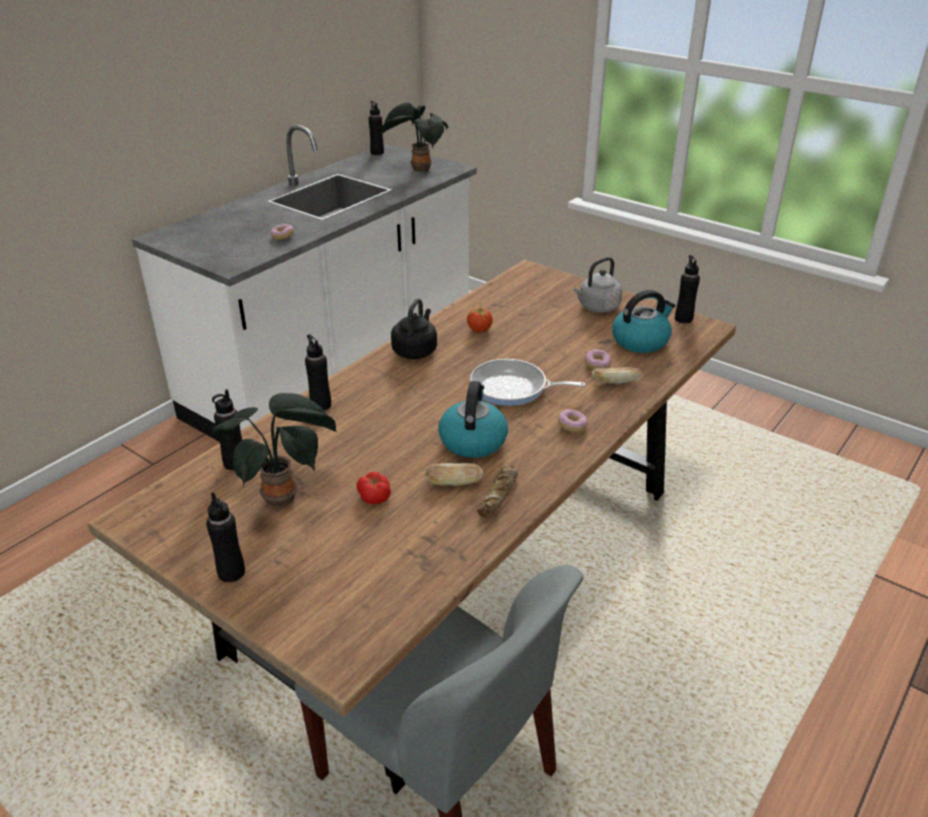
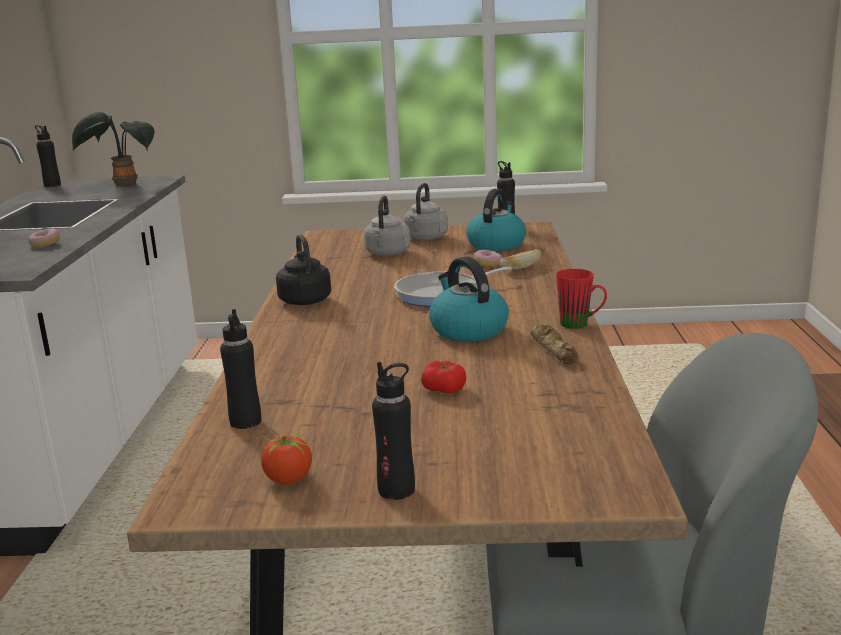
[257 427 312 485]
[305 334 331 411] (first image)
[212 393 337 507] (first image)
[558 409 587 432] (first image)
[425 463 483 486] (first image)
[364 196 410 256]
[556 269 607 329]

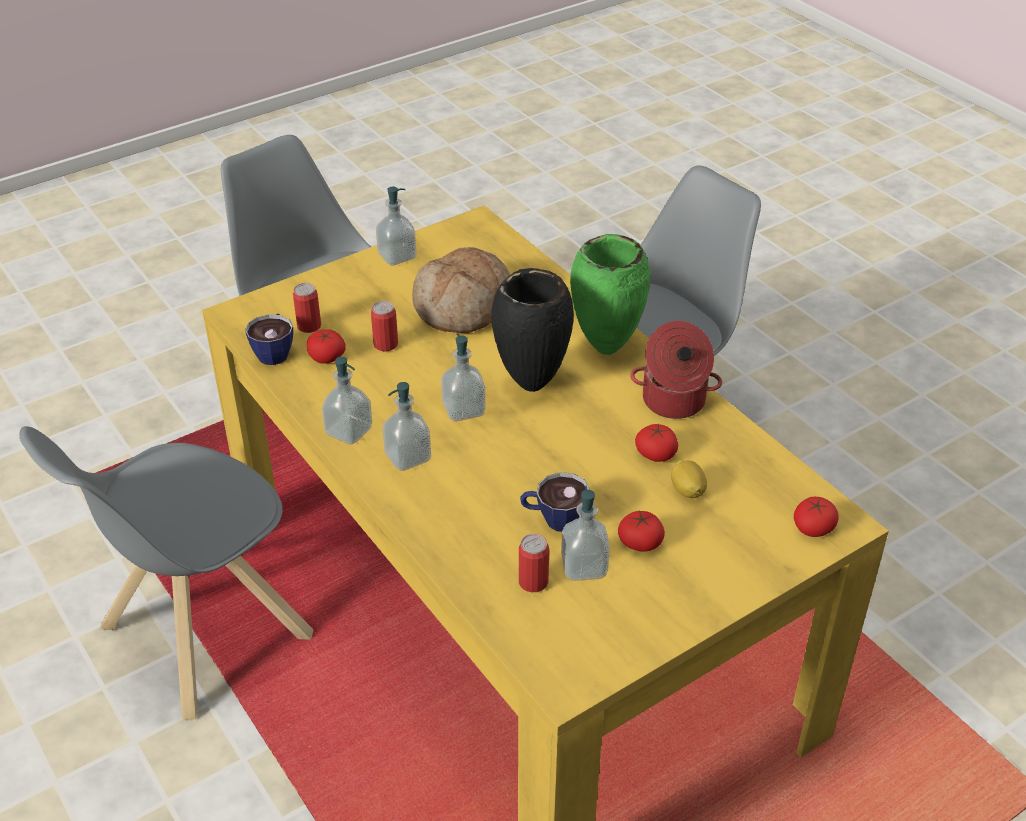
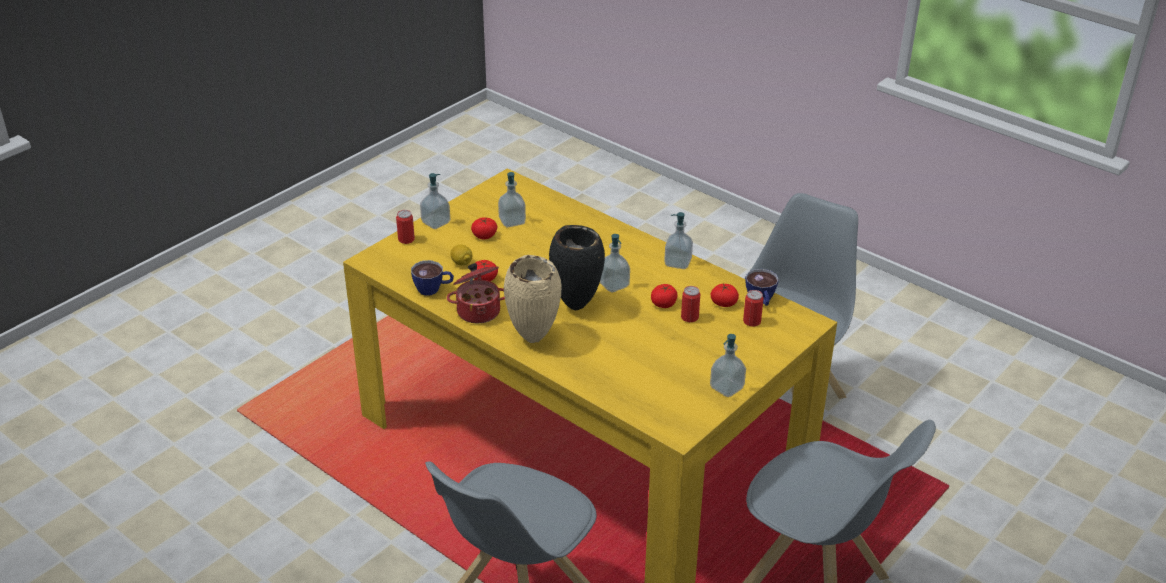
[504 255 562 343]
[412 247 510 333] (first image)
[420 173 450 229]
[411 260 454 296]
[651 284 678 308]
[396 210 415 244]

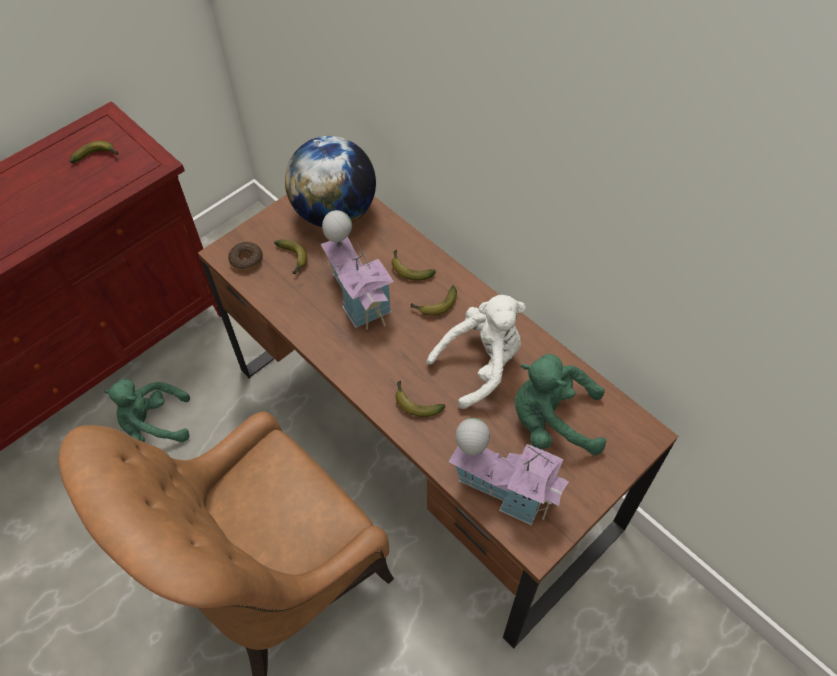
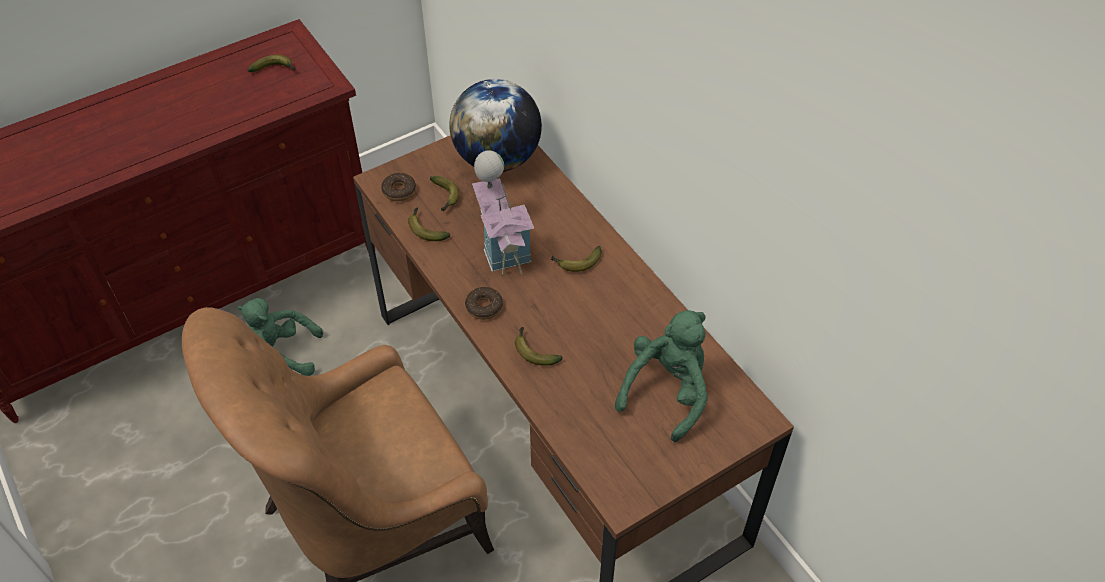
[408 207 450 241]
[427 295 526 409] (first image)
[615 310 708 442]
[449 418 569 525] (first image)
[465 287 503 320]

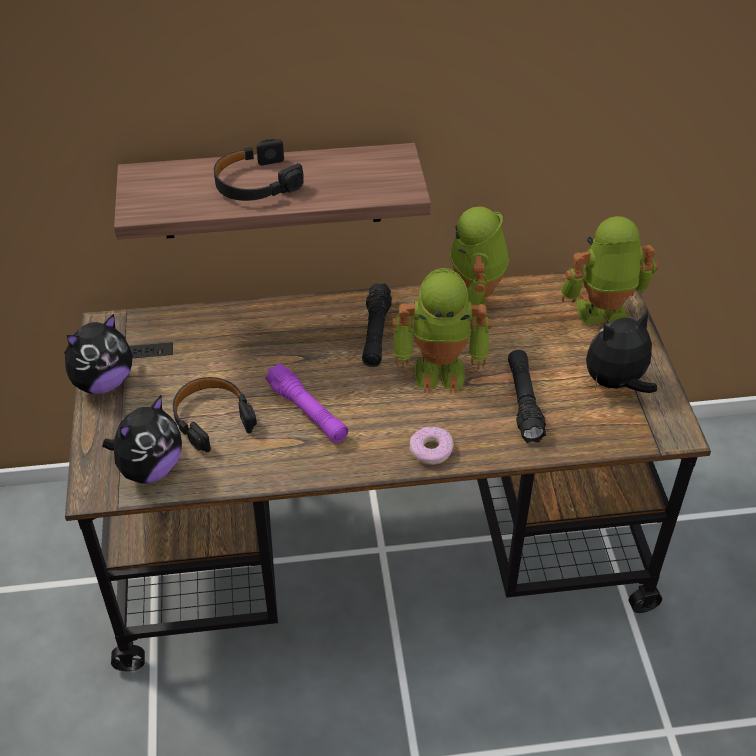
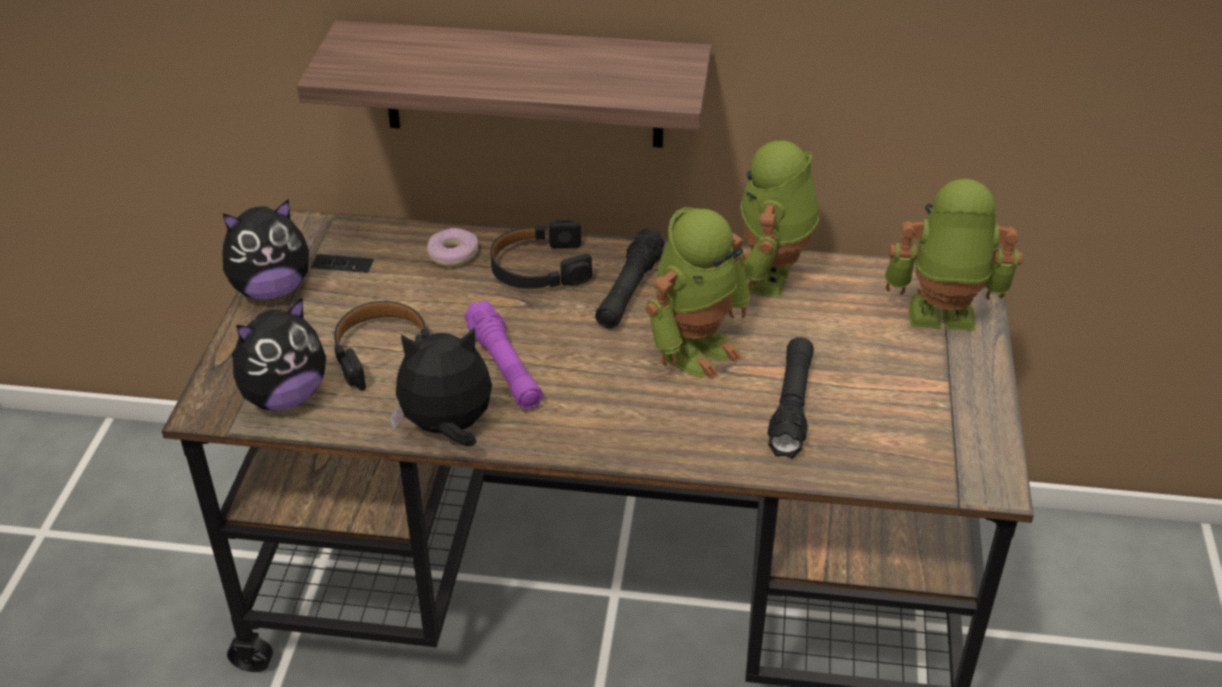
[490 220 592 289]
[646 207 751 379]
[389 327 492 446]
[427 228 478 267]

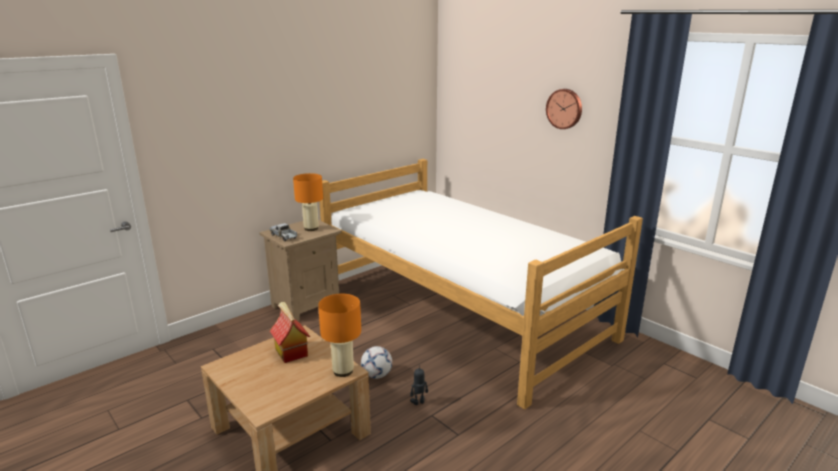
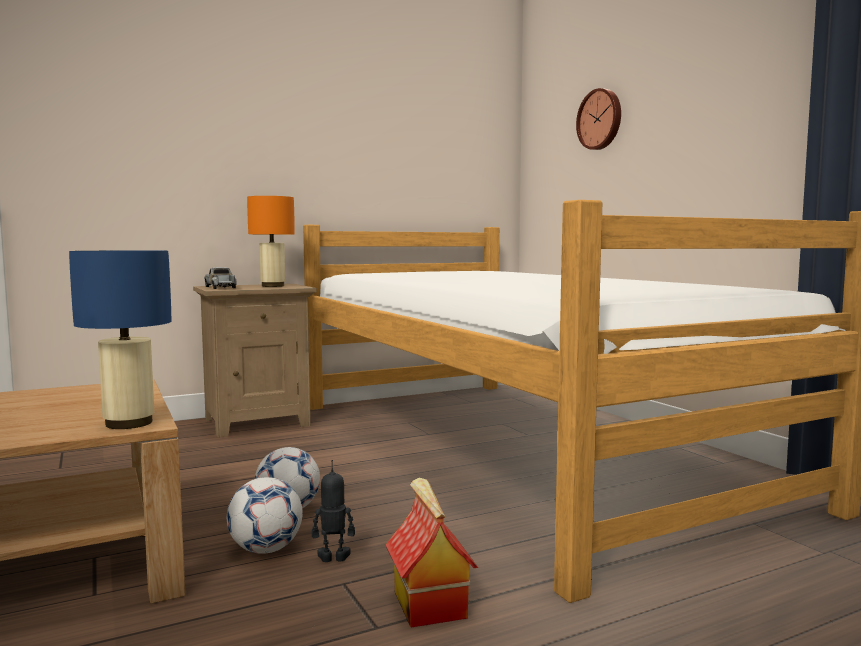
[576 88 621 150]
[69 250 171 429]
[385 477 478 628]
[227 477 303 554]

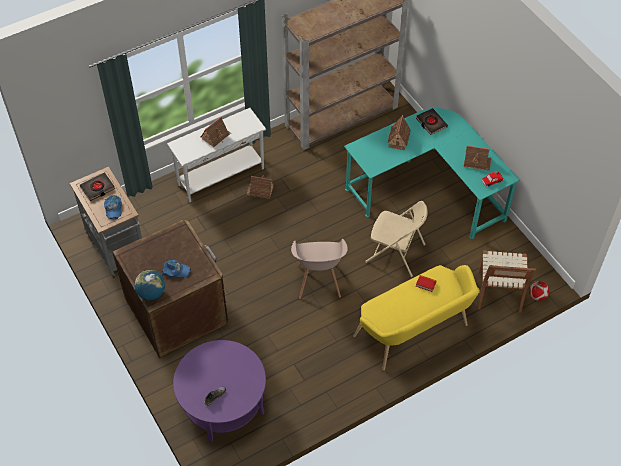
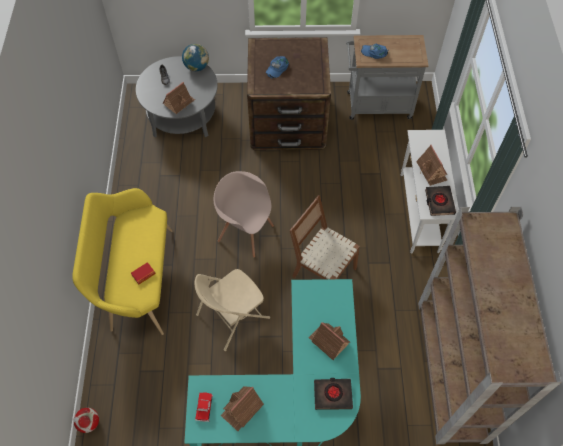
[425 186 456 216]
[163 82 195 114]
[290 195 360 279]
[182 44 209 71]
[136 56 218 138]

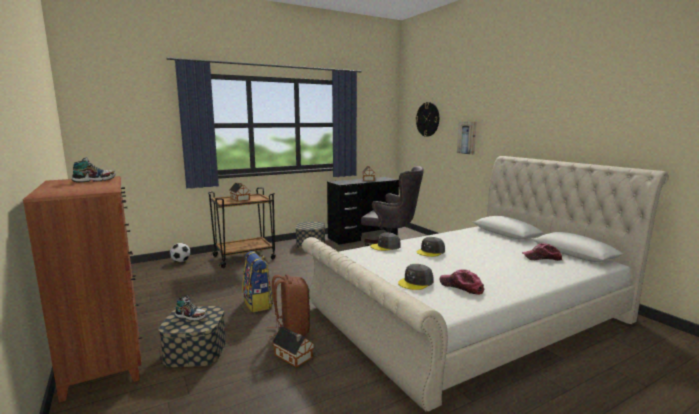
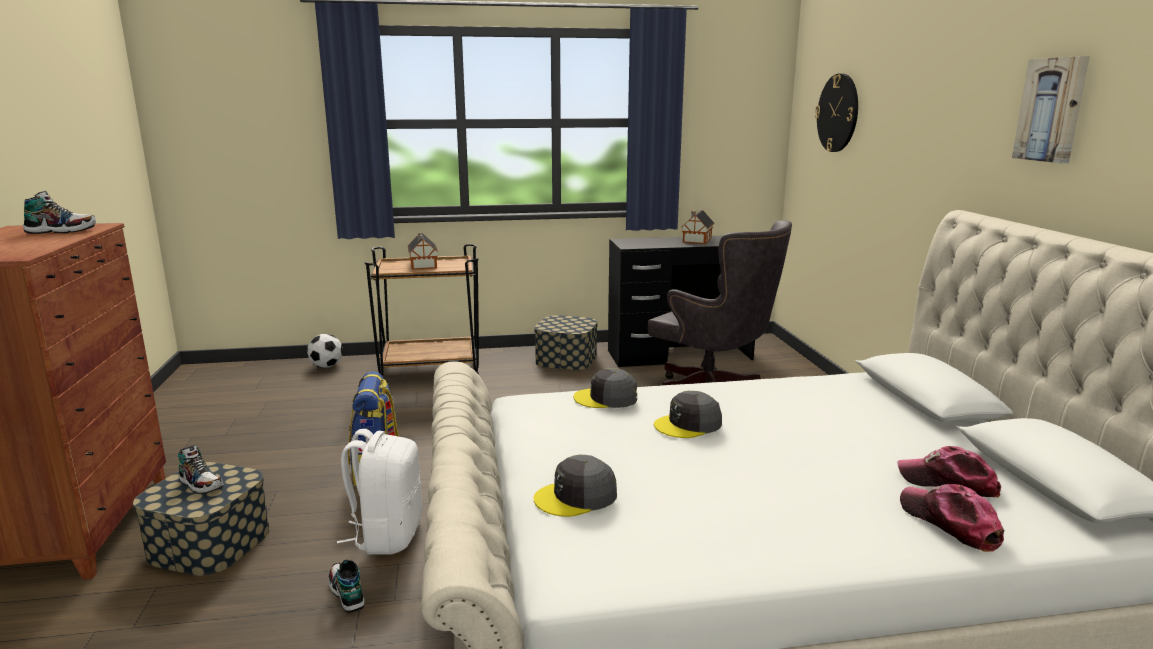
[1012 56 1090 163]
[900 484 1004 552]
[337 429 422 555]
[328 560 365 613]

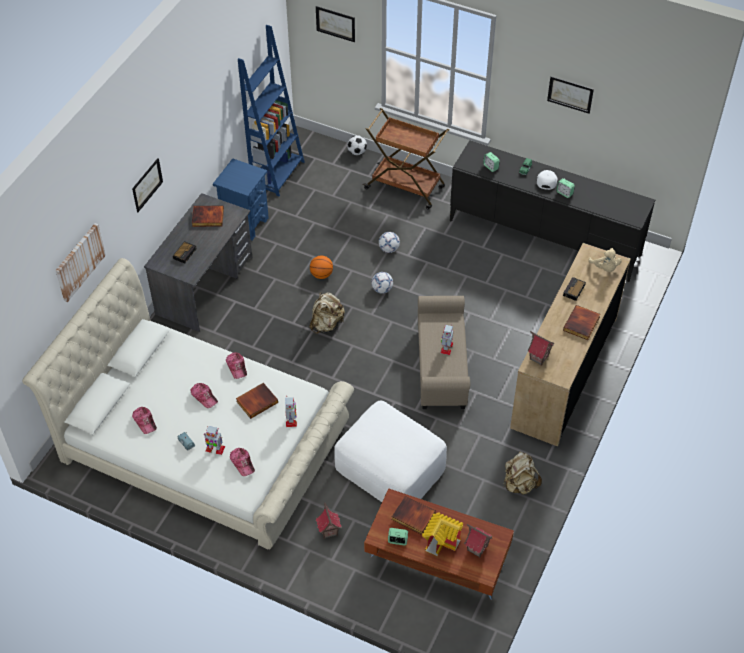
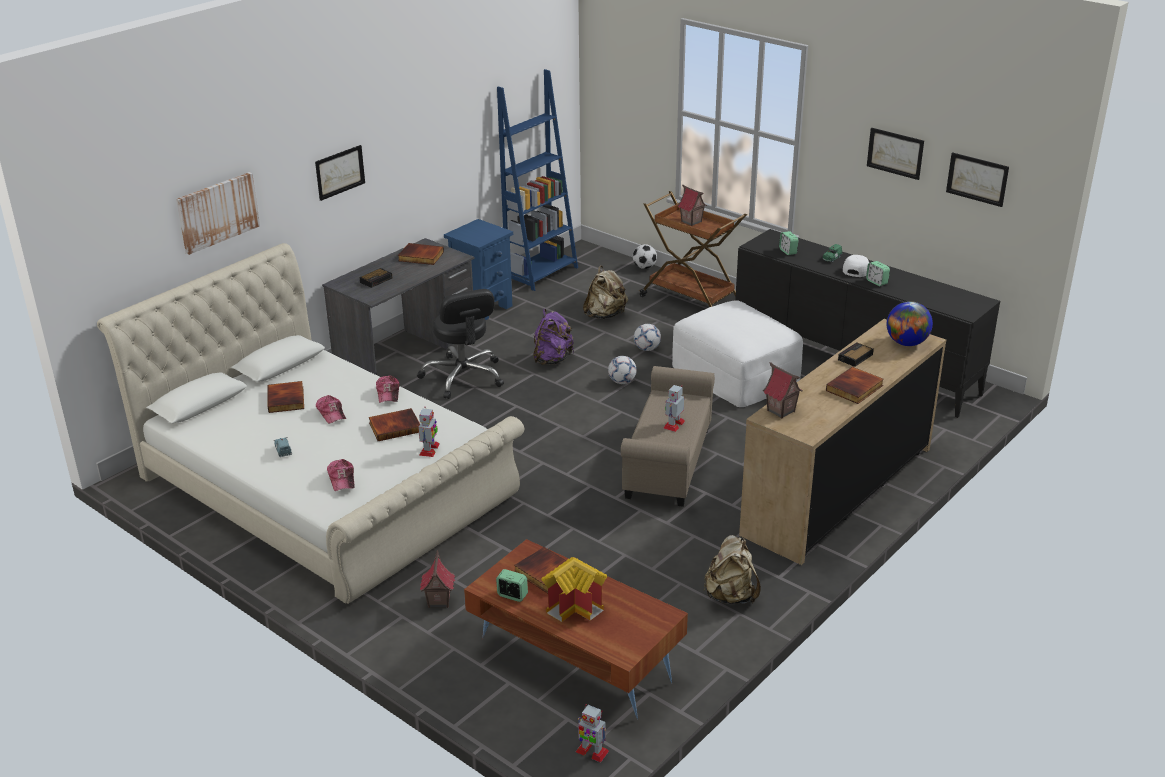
[946 152 1009 207]
[887 301 933 346]
[533 309 574 365]
[583 265 628 319]
[672 301 803 407]
[132 407 157 434] (first image)
[576 704 609 762]
[677 184 707 226]
[417 289 504 399]
[268 381 304 413]

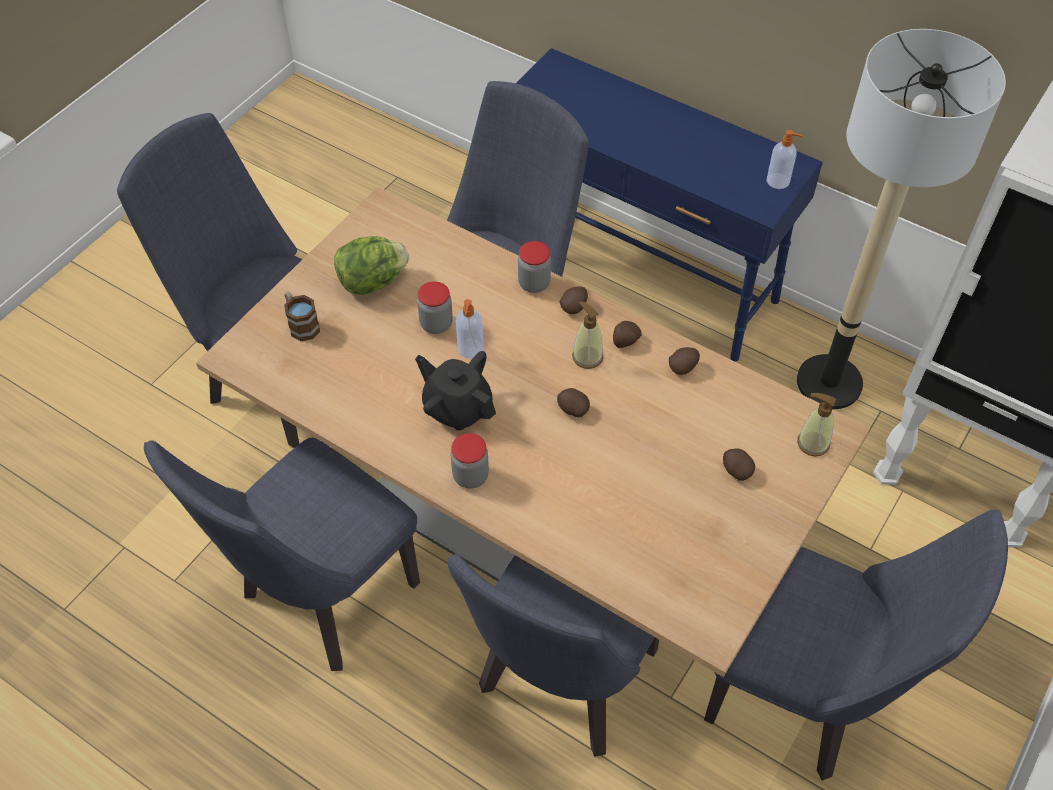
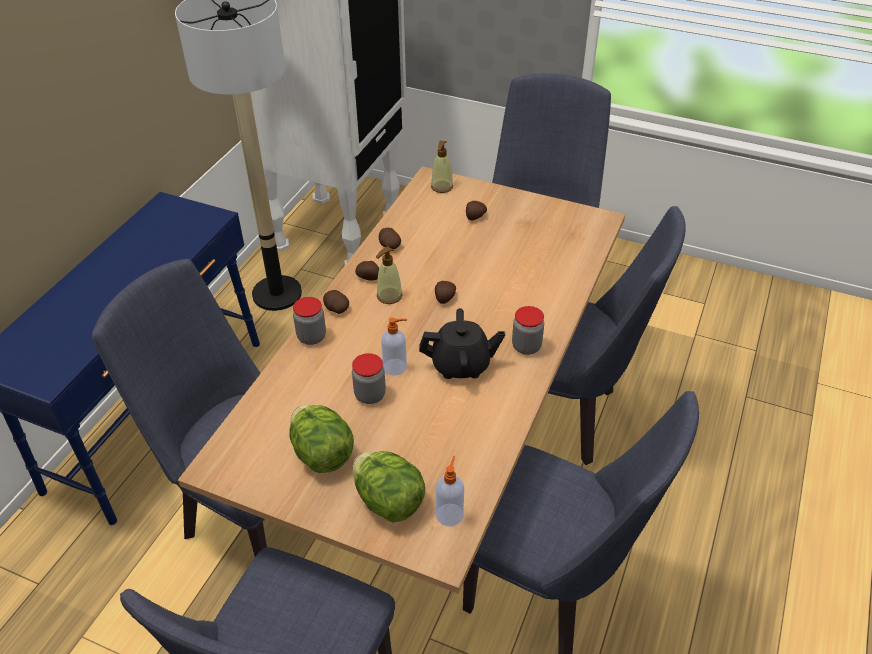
[436 455 464 526]
[352 451 425 523]
[419 308 505 379]

